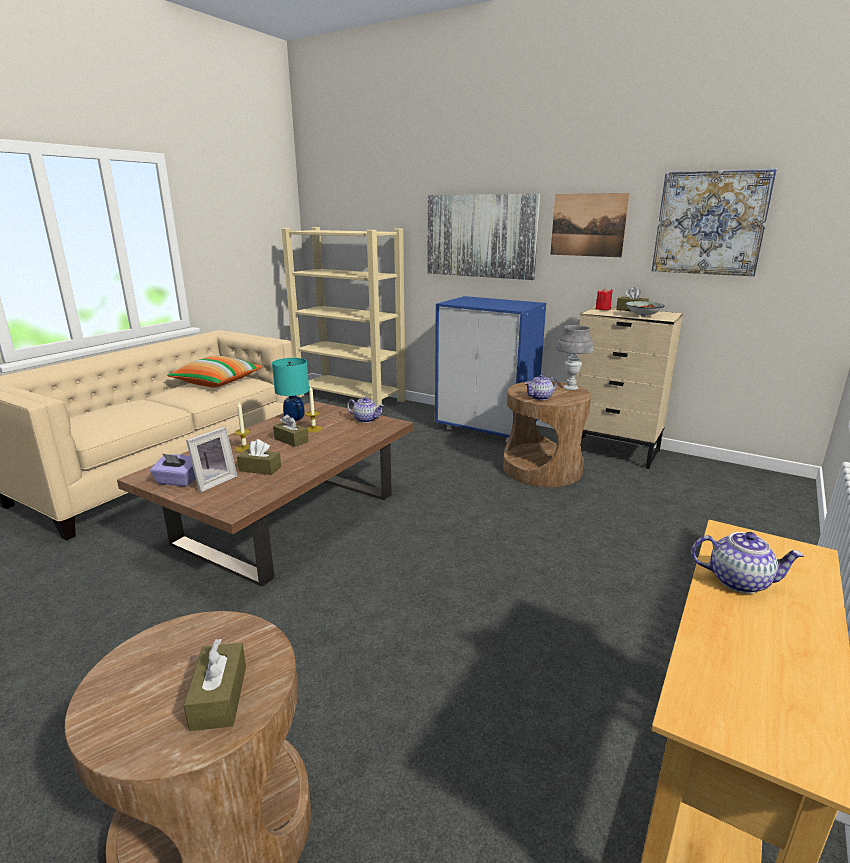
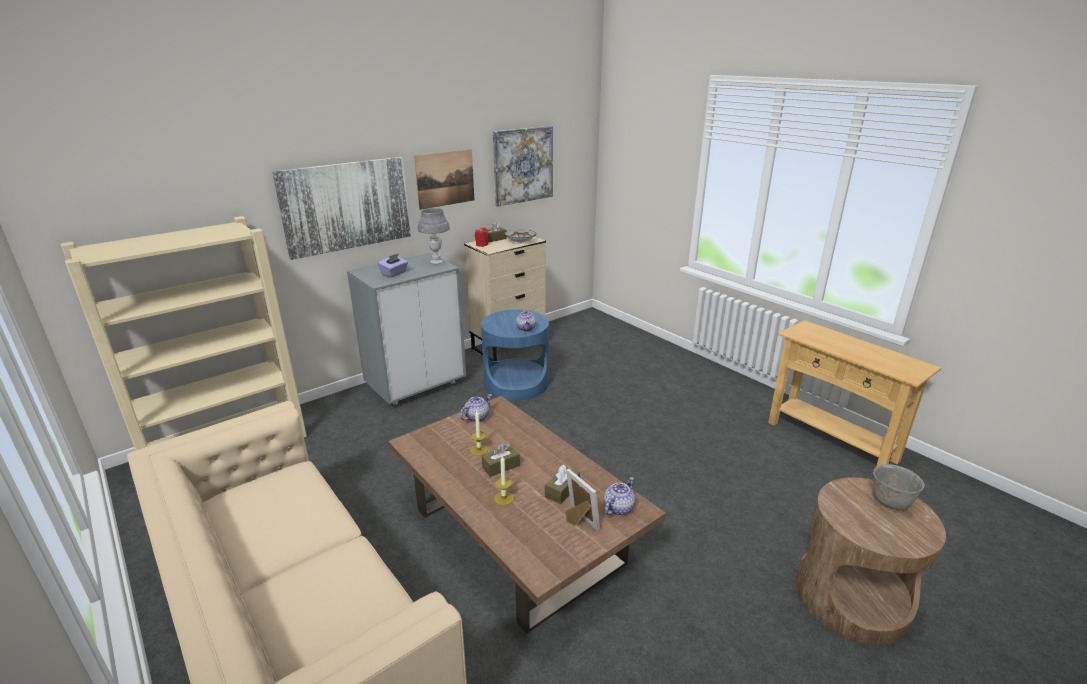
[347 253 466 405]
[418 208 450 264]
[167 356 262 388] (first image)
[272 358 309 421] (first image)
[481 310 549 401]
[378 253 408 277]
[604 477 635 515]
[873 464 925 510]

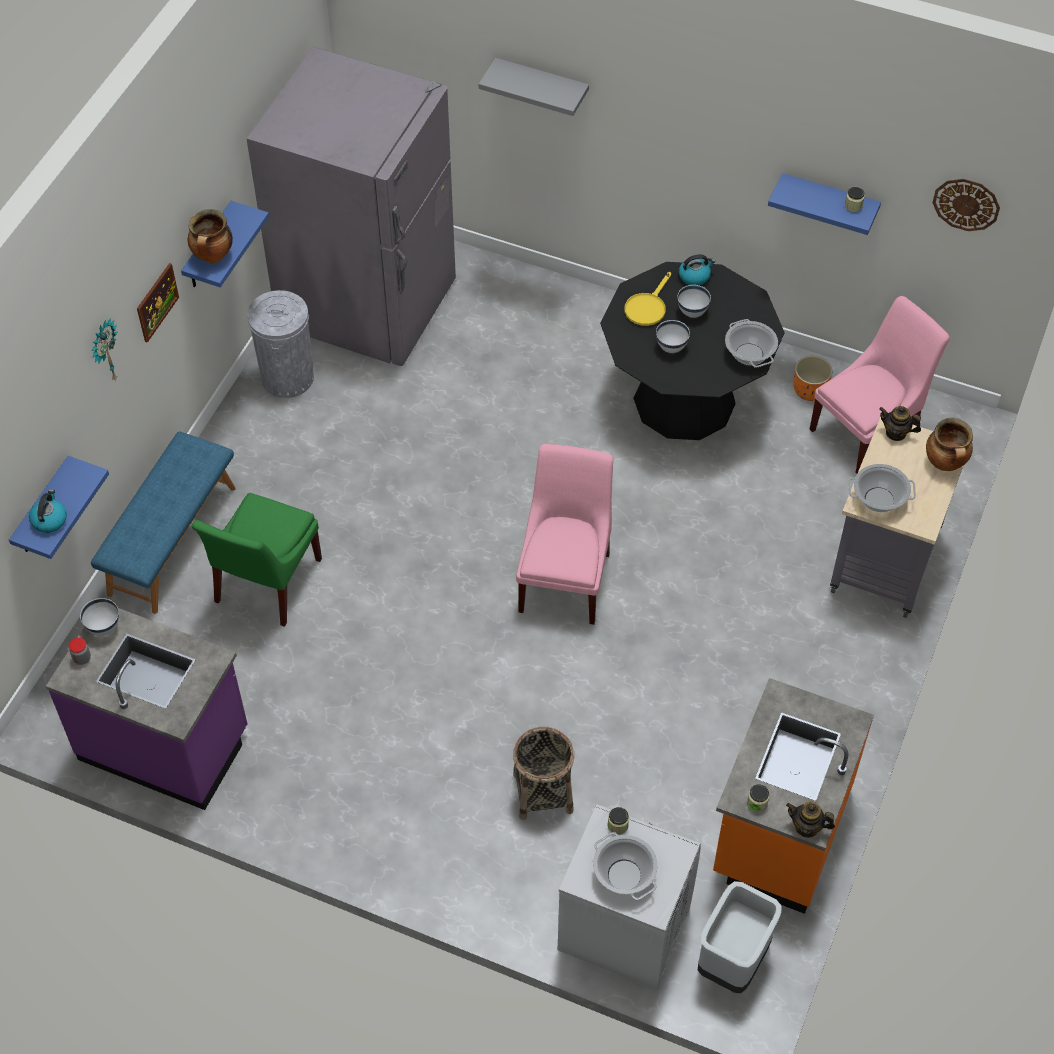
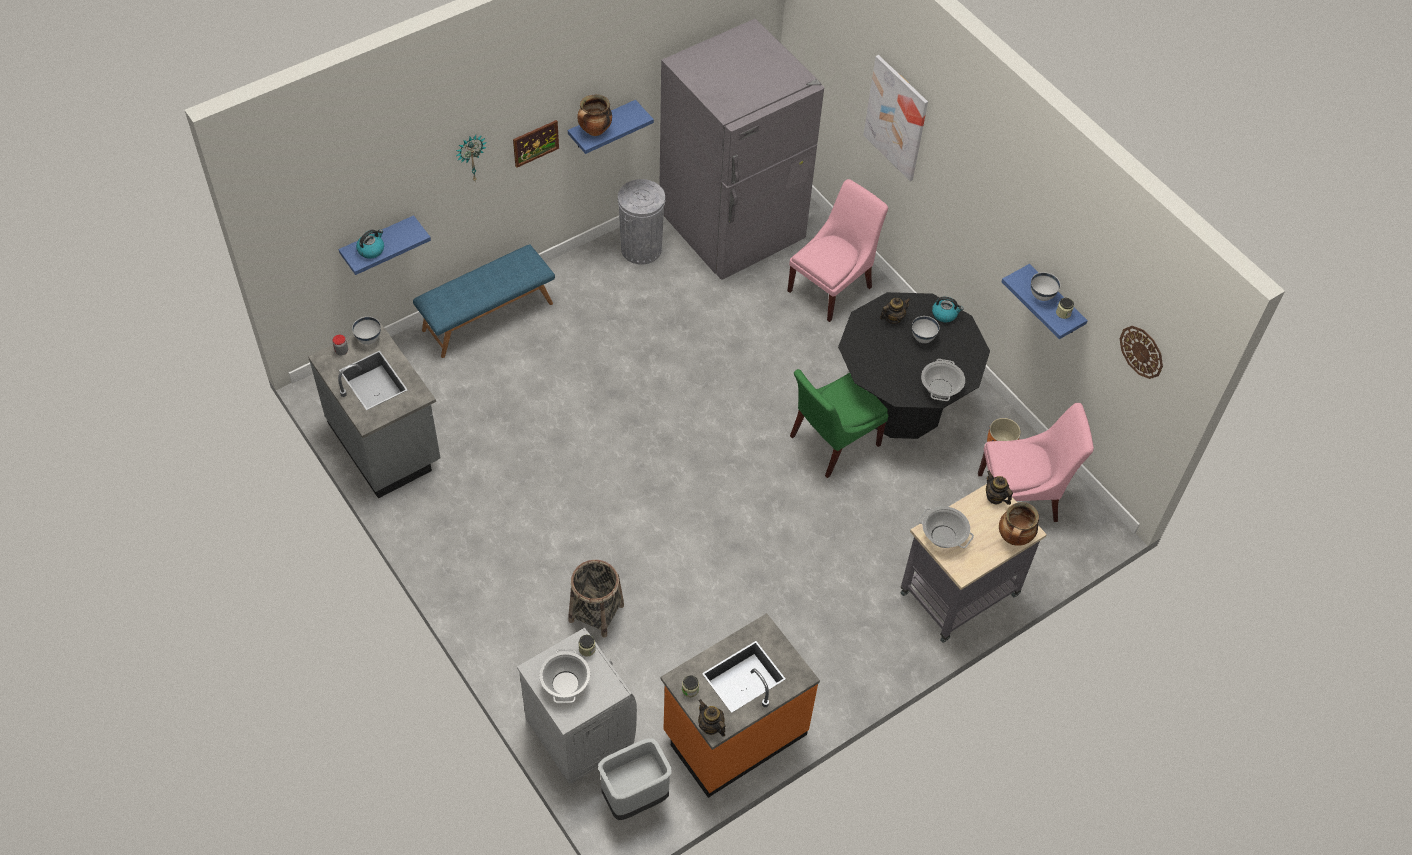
[863 55 928 181]
[880 298 911 324]
[1031 272 1060 301]
[787 179 888 322]
[790 369 888 478]
[308 323 440 499]

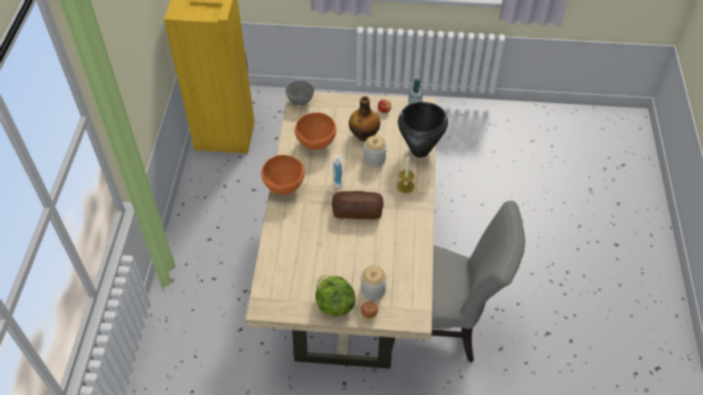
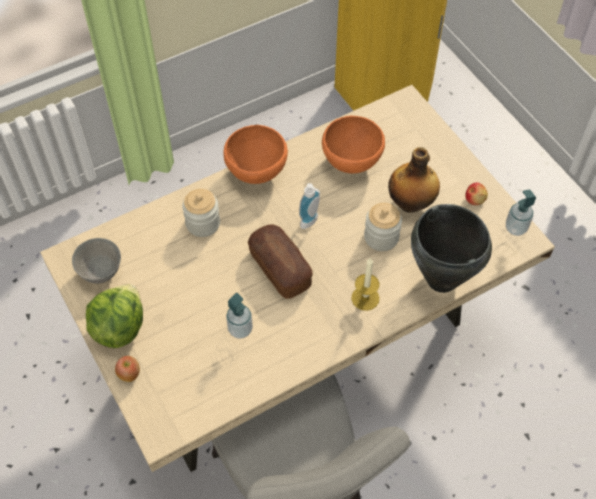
[72 238 121 283]
[182 189 220 237]
[226 293 253 339]

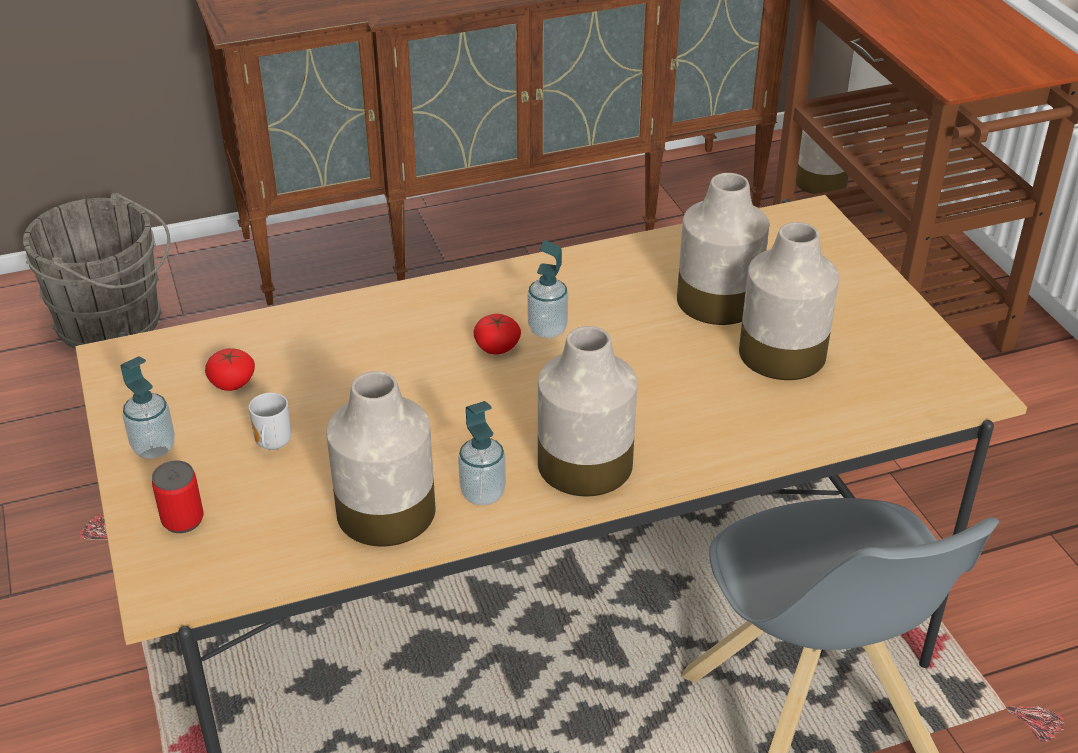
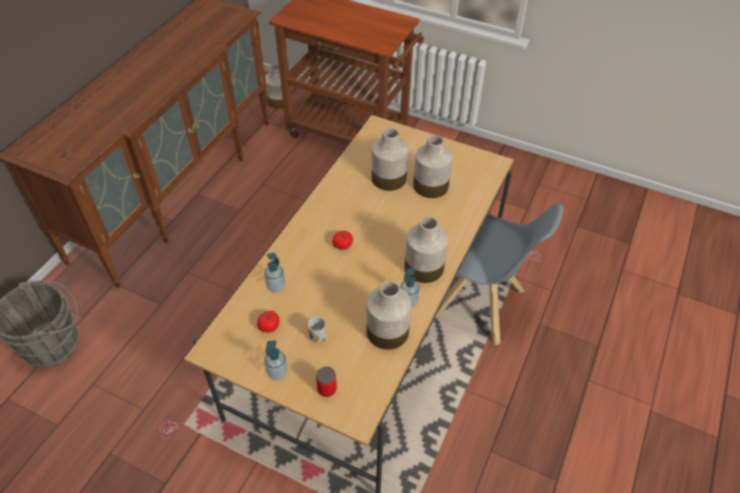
[264 253 285 292]

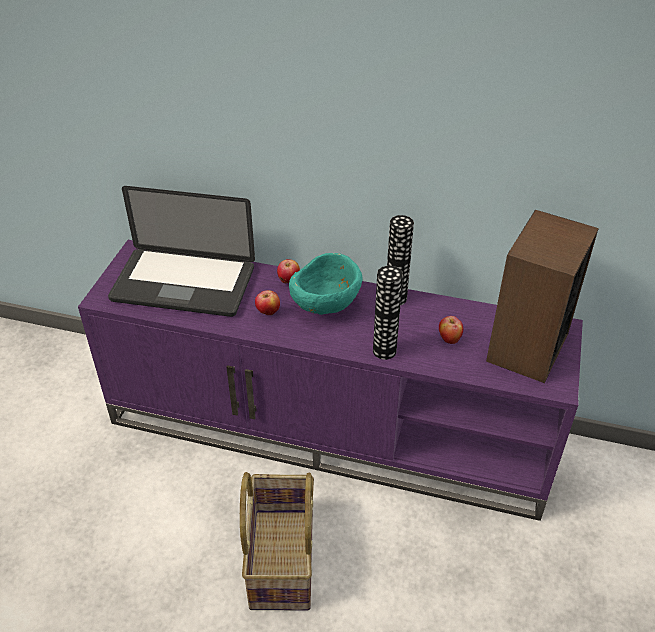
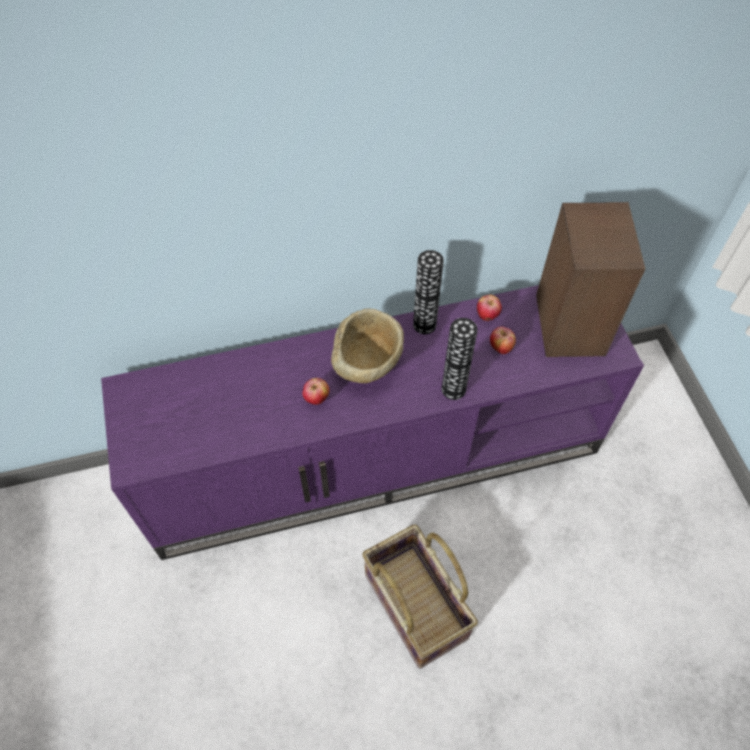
[108 186 255 317] (first image)
[331 308 404 383]
[477 295 502 321]

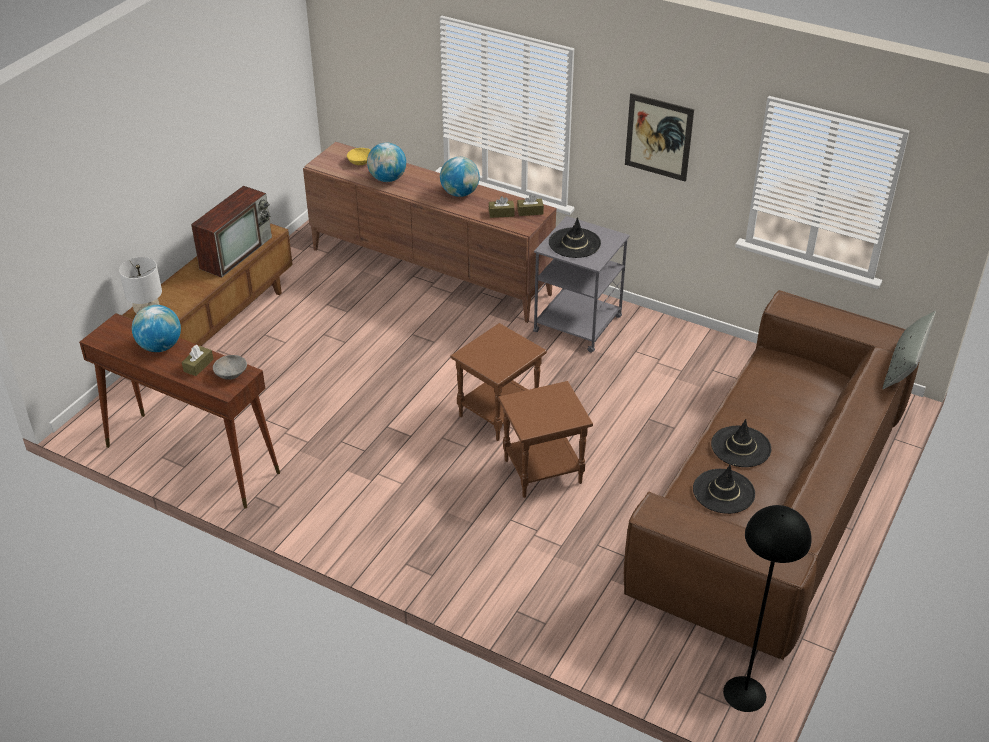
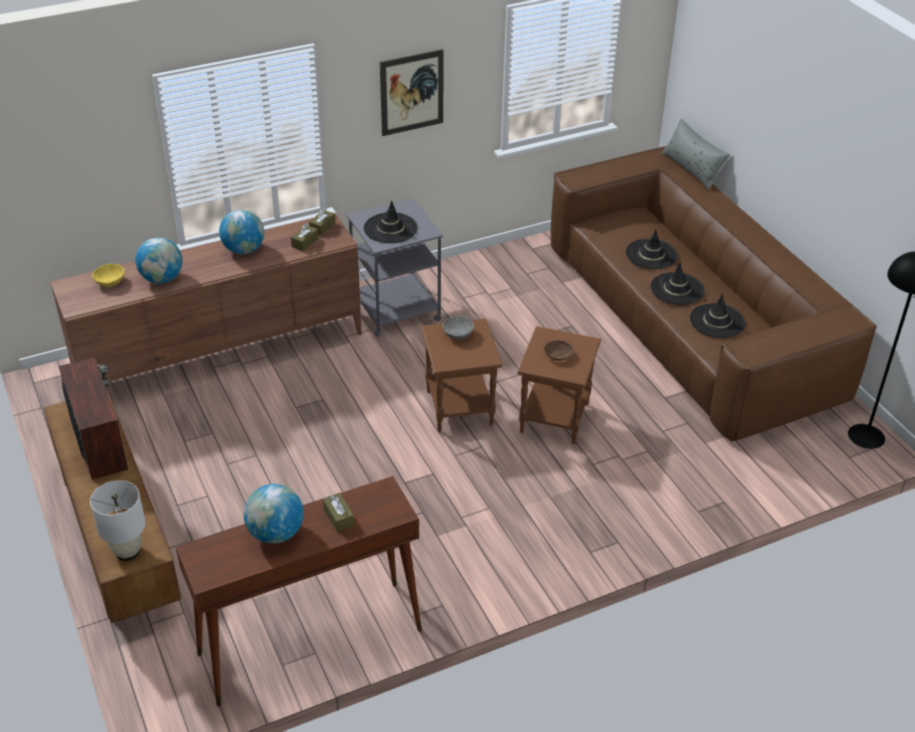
[442 316 474 339]
[626 230 678 269]
[544 340 573 361]

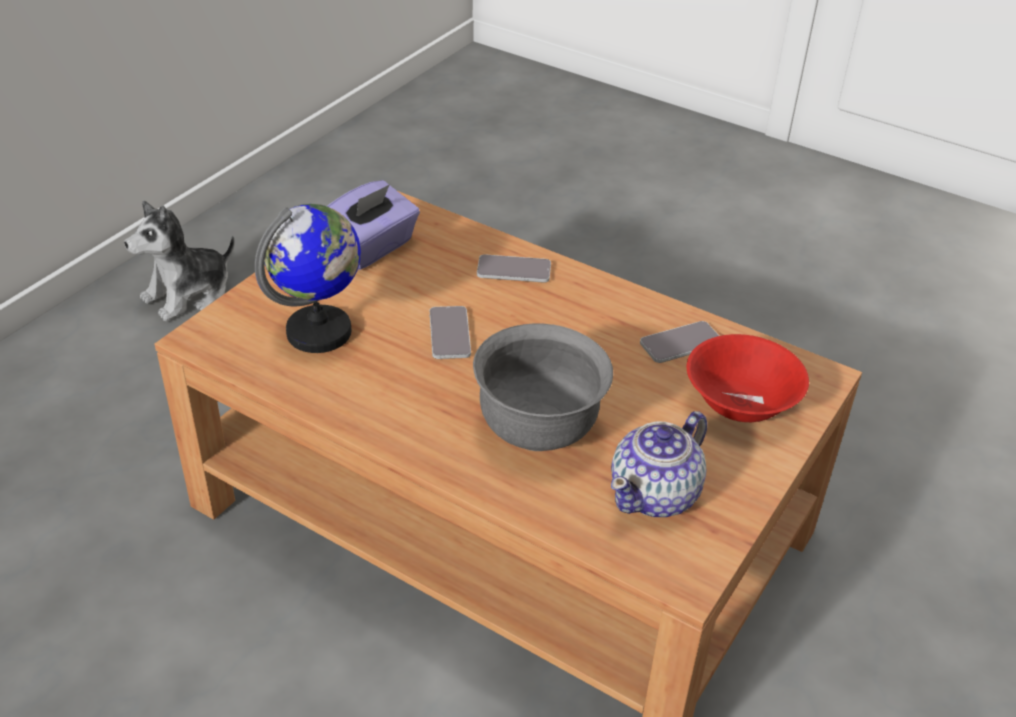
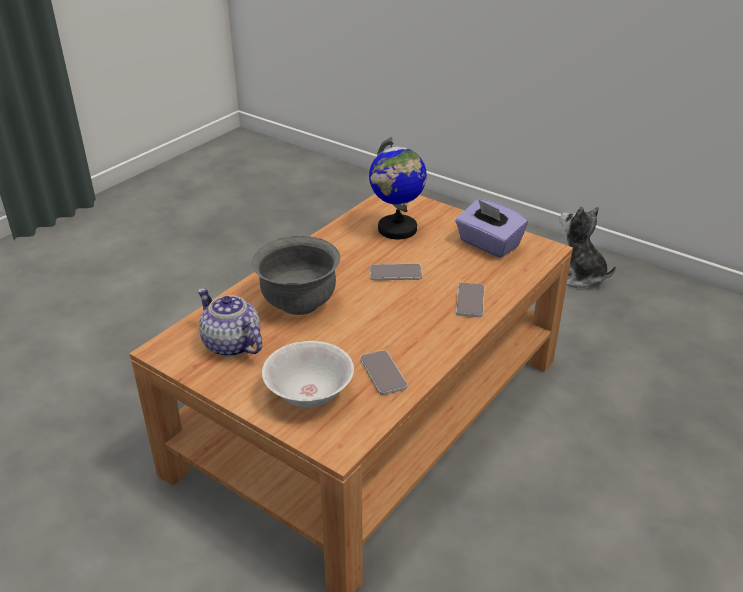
[262 341 354 408]

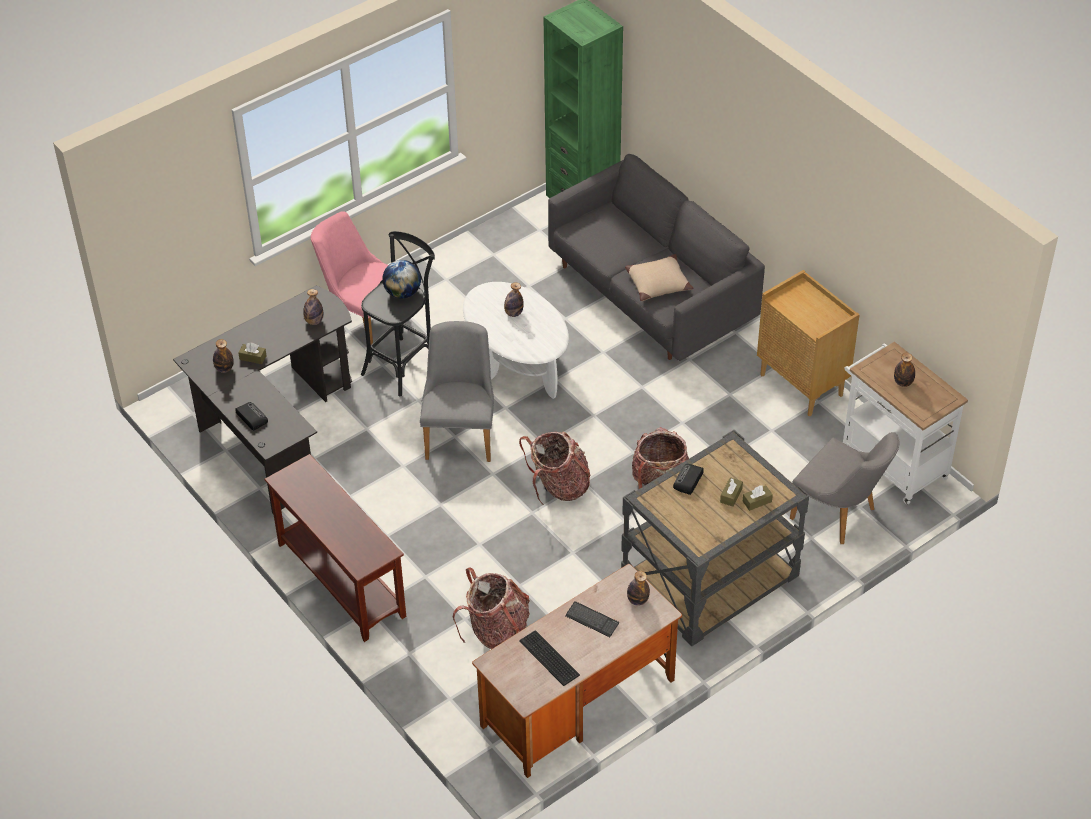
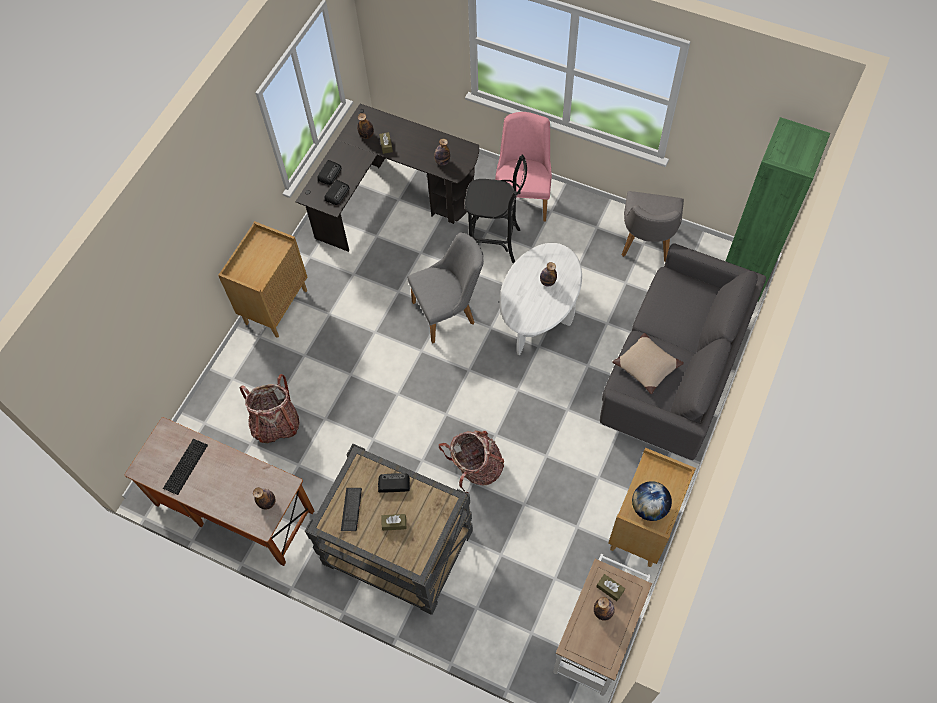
[632 481 672 521]
[519 432 591 505] (first image)
[622 191 684 261]
[218 221 307 338]
[596 574 625 601]
[341 488 362 531]
[324 180 349 205]

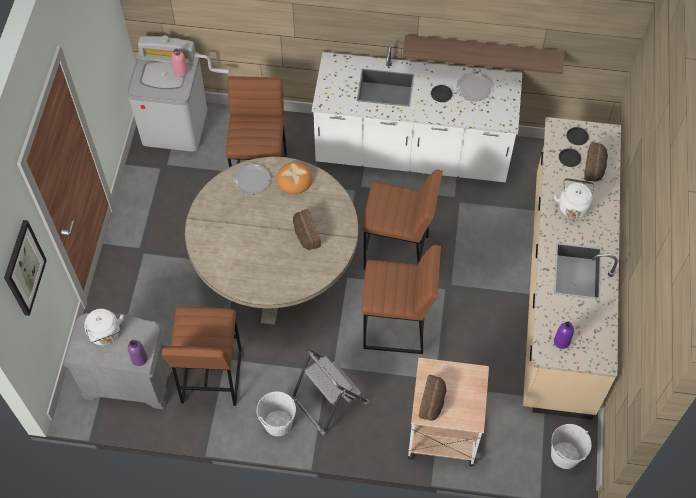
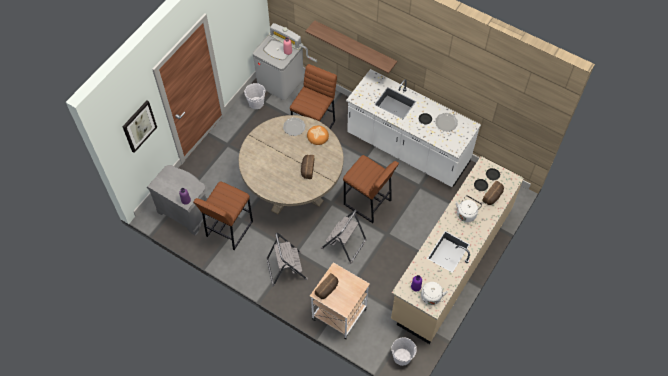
[305 20 397 74]
[321 210 367 264]
[421 282 448 305]
[244 83 266 109]

